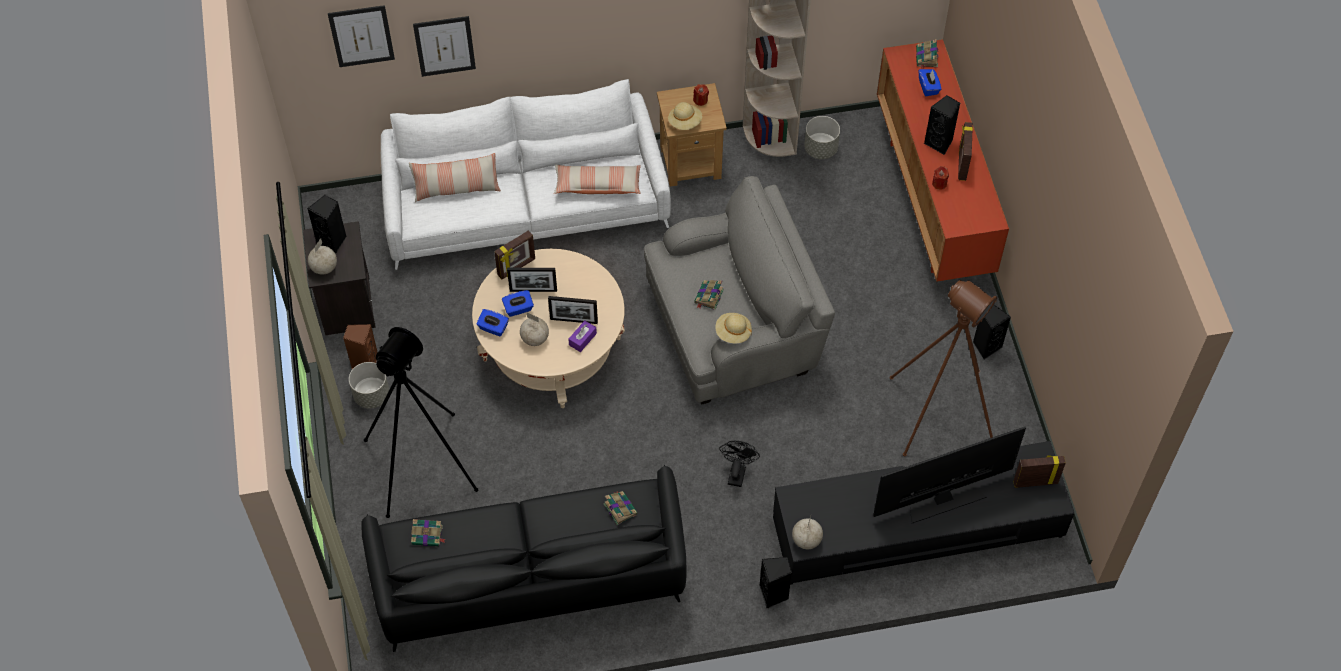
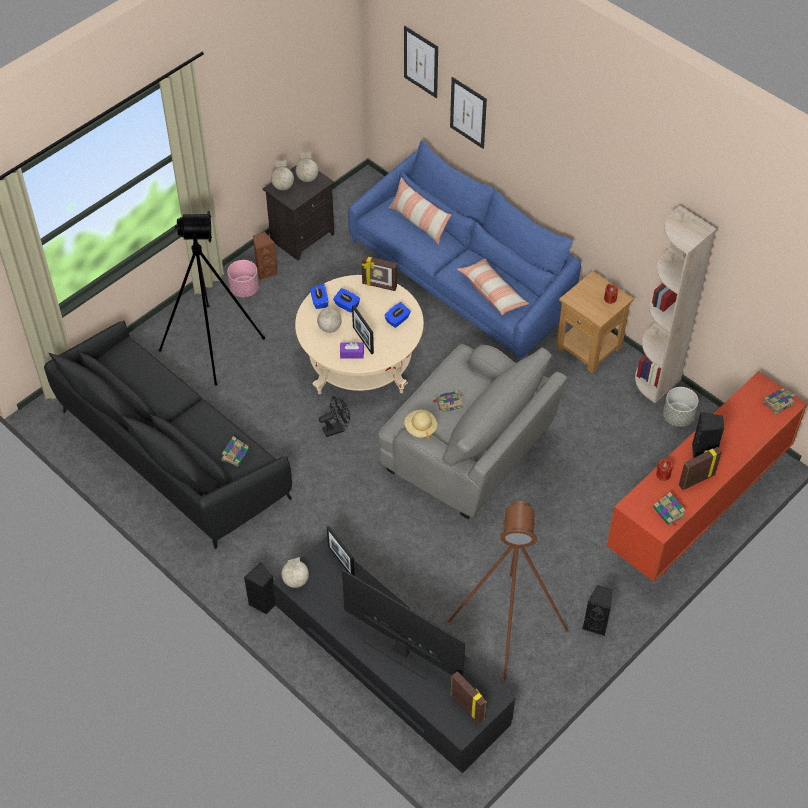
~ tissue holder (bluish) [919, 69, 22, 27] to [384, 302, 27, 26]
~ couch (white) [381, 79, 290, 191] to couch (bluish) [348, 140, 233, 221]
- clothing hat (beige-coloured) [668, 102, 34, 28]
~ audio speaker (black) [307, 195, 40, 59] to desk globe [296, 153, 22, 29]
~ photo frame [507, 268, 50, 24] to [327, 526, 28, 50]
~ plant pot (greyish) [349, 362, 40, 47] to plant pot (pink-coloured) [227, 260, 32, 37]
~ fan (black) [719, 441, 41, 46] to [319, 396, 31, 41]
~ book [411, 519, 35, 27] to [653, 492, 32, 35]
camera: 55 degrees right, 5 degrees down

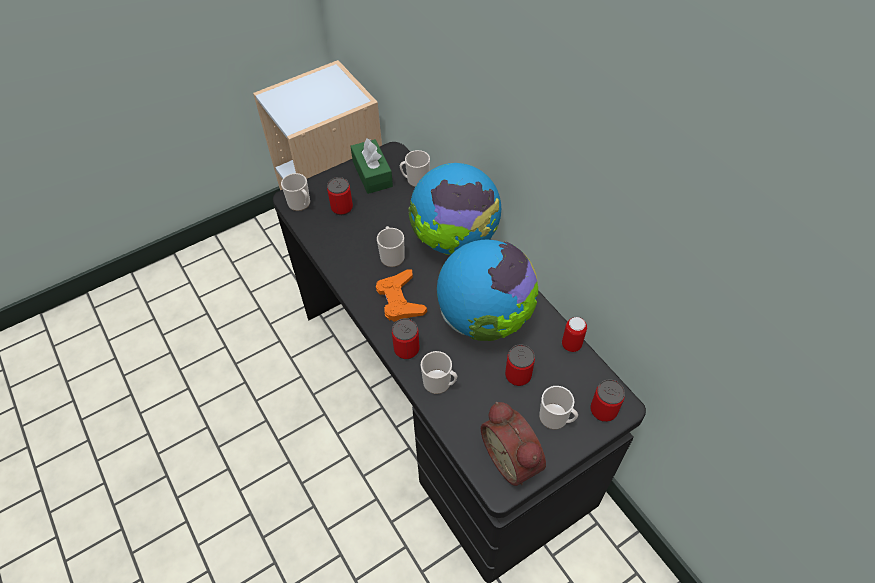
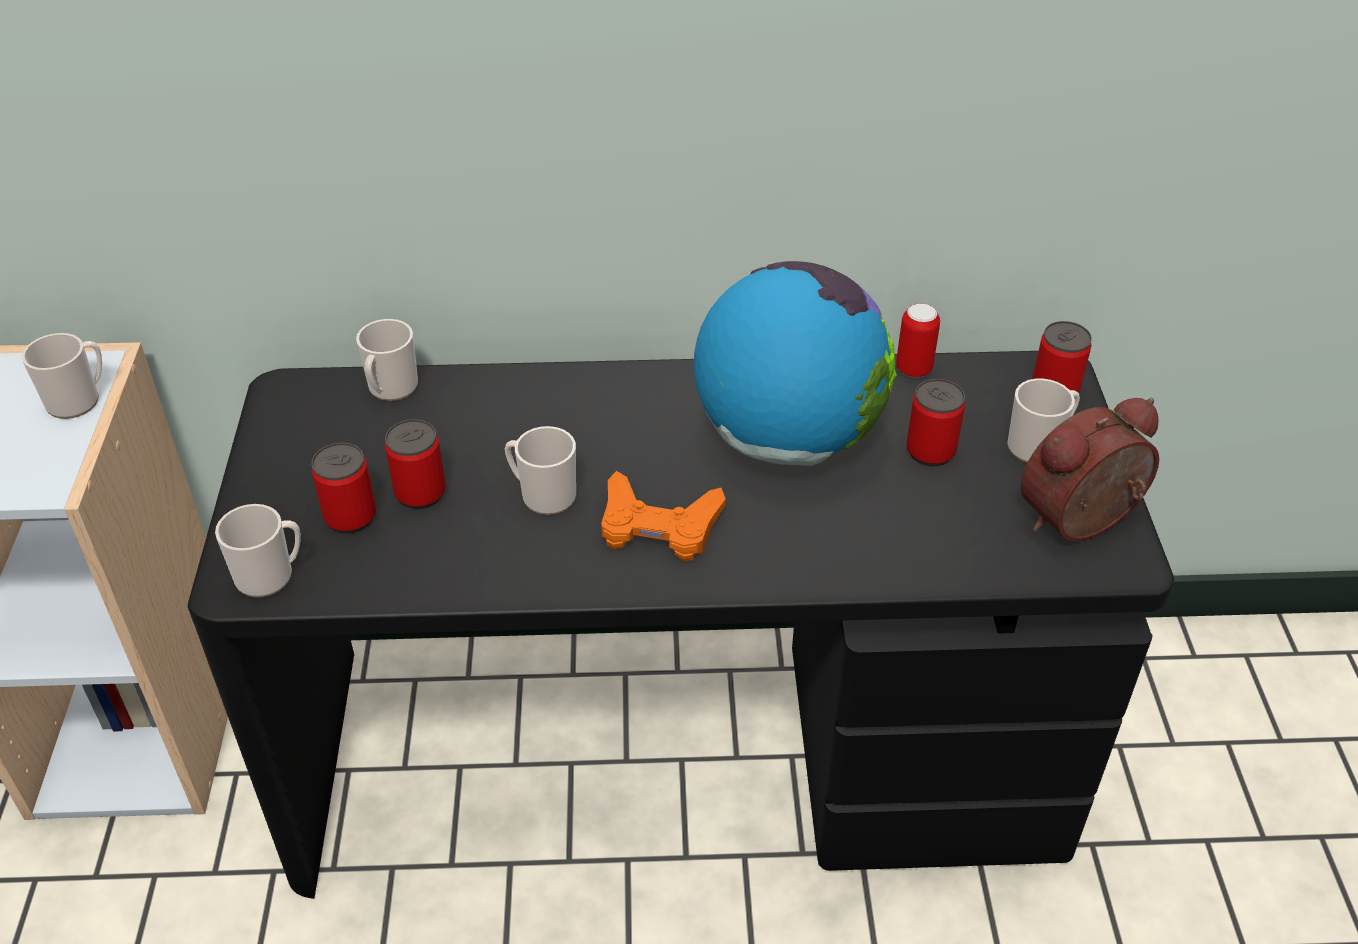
- tissue holder (greenish) [350, 138, 43, 56]
- desk globe [408, 163, 93, 92]
~ can [392, 318, 27, 41] to [385, 419, 61, 90]
~ mug [421, 351, 36, 43] to [22, 333, 80, 86]
~ alarm clock [481, 402, 65, 84] = [1021, 398, 138, 144] 150 degrees clockwise
camera: 60 degrees left, 10 degrees down

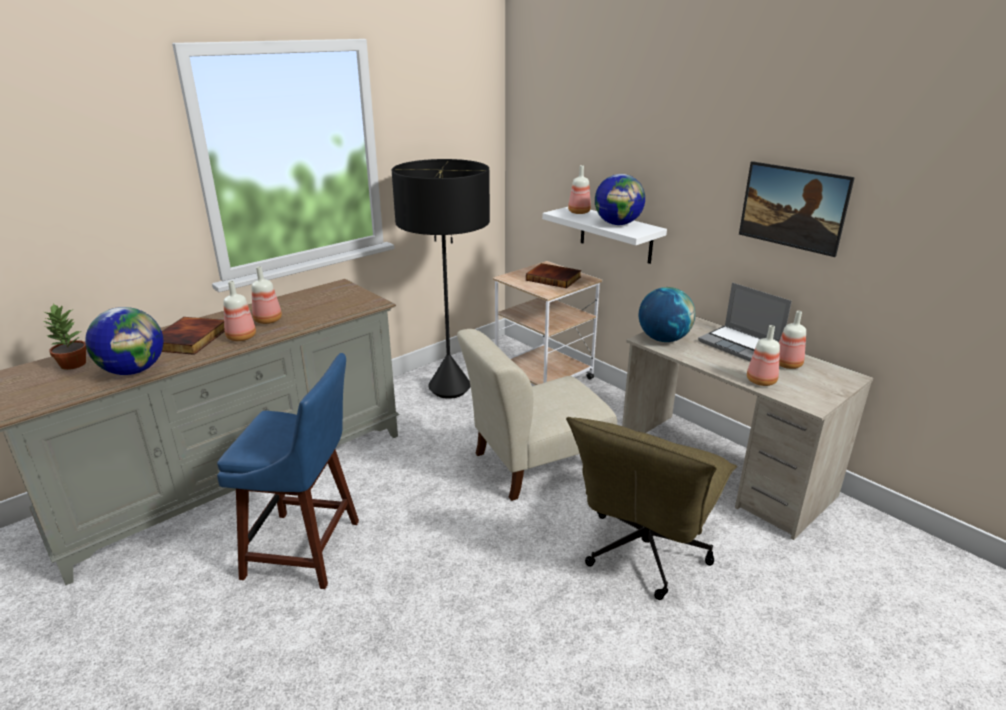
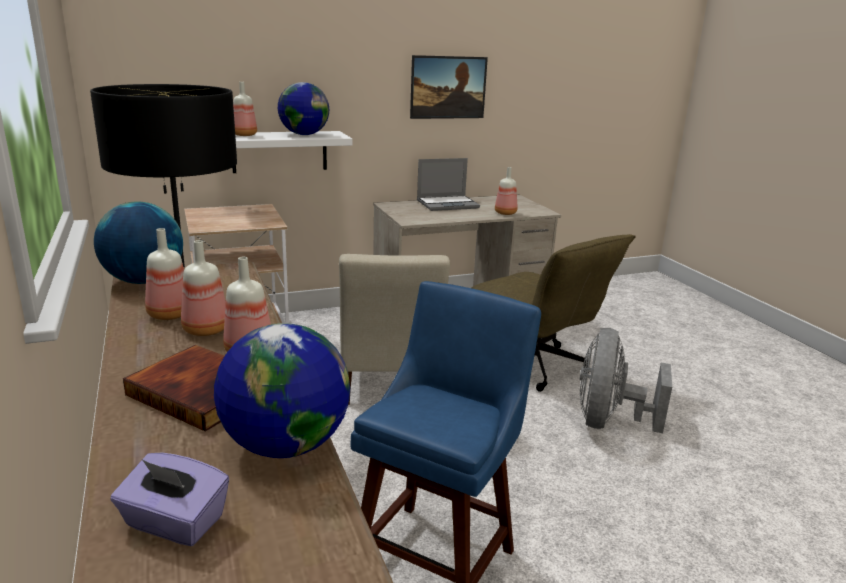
- book [526, 263, 55, 25]
~ desk globe [639, 287, 57, 55] to [94, 202, 89, 82]
~ potted plant [43, 303, 43, 67] to tissue holder (purplish) [111, 452, 118, 94]
~ drink bottle [779, 311, 27, 58] to [145, 228, 39, 92]
+ fan (greyish) [580, 328, 92, 105]
camera: 70 degrees left, 5 degrees down

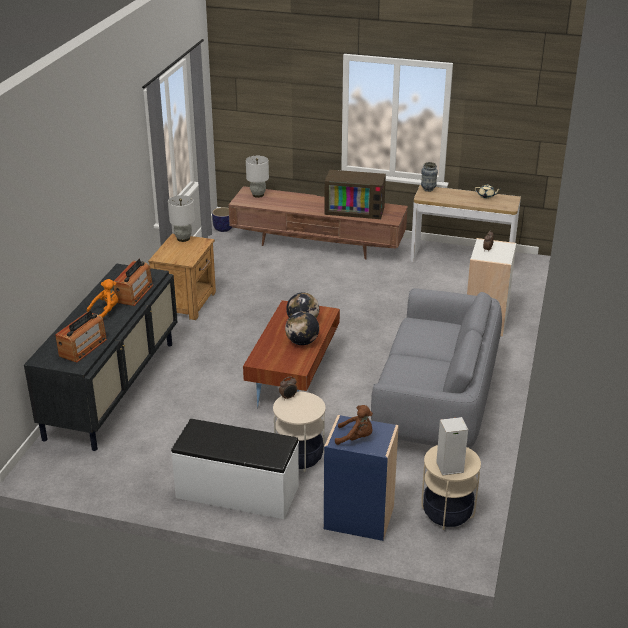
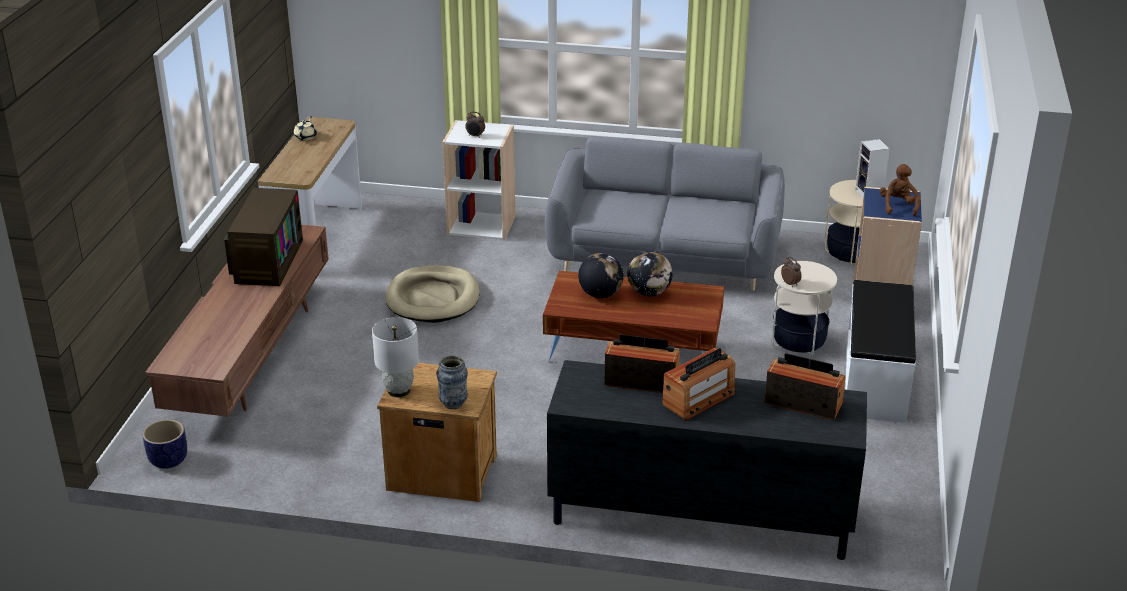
- tabletop lamp (white) [246, 156, 23, 42]
~ vase [421, 162, 17, 30] to [436, 355, 32, 54]
~ cuddly toy (orange-coloured) [87, 279, 31, 39] to radio set [662, 347, 73, 73]
+ dog cushion (beige-coloured) [386, 265, 94, 58]
camera: 95 degrees left, 0 degrees up

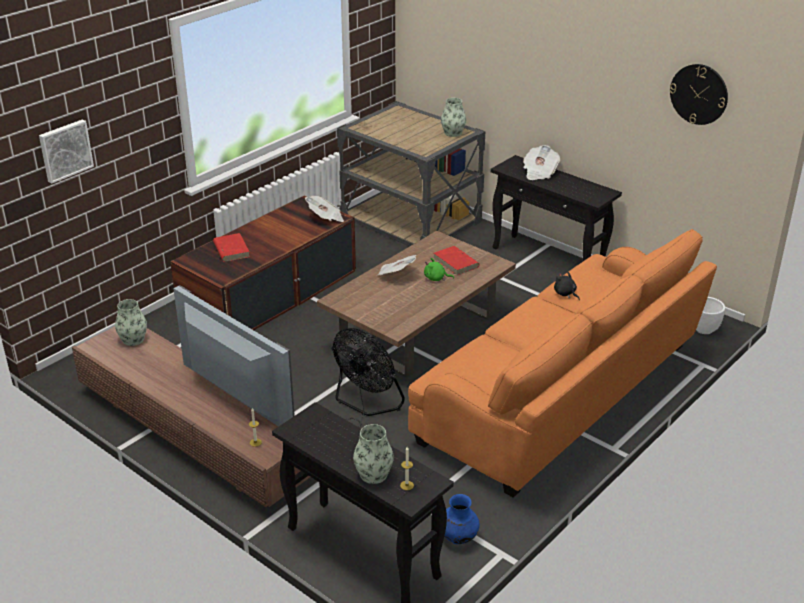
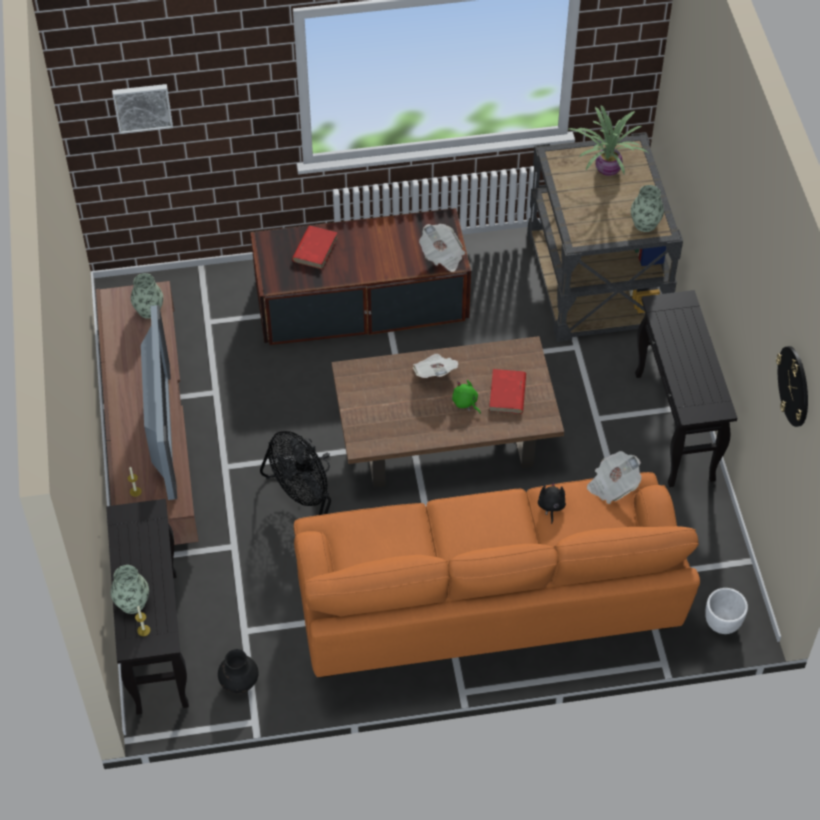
~ daily paper [523, 145, 37, 35] to [587, 451, 55, 53]
~ fan (black) [331, 328, 74, 100] = [260, 431, 71, 84] 150 degrees clockwise
~ vase (bluish) [444, 494, 35, 50] to vase (black) [218, 649, 41, 45]
+ potted plant [569, 106, 79, 70]
camera: 40 degrees right, 20 degrees up

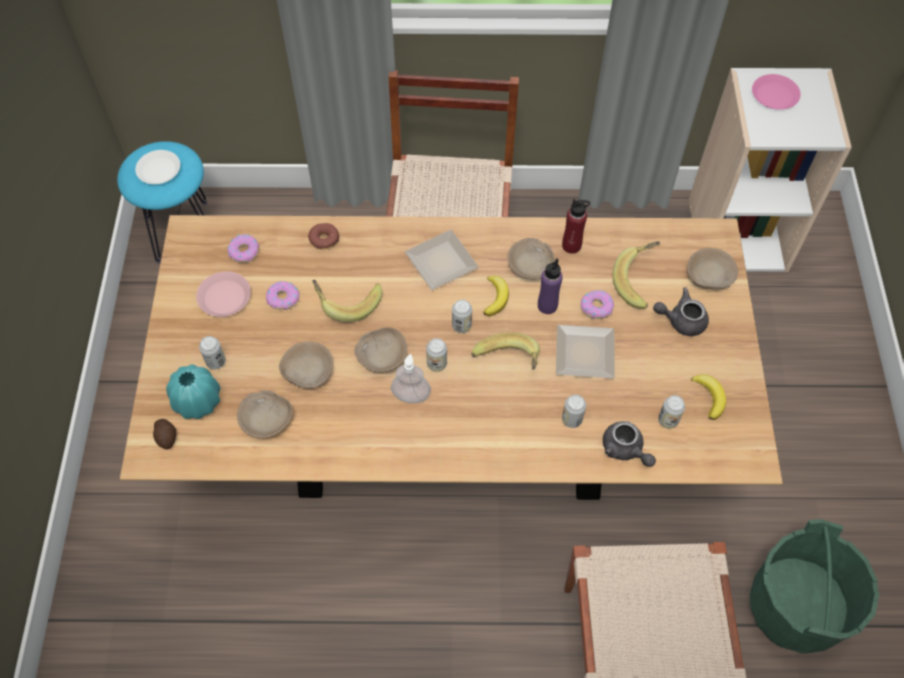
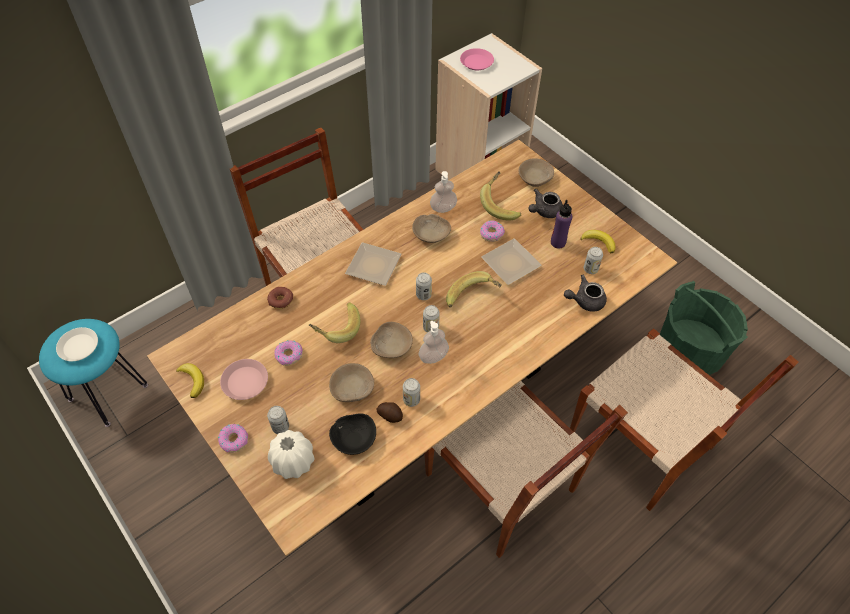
~ drink bottle (reddish) [562, 199, 28, 55] to liquid soap bottle [430, 171, 27, 42]
~ donut [227, 234, 32, 29] to [218, 424, 30, 29]
~ drink bottle (purplish) [538, 258, 25, 56] to [551, 200, 21, 48]
~ banana [483, 276, 26, 41] to [176, 363, 28, 35]
~ vase (turquoise-coloured) [166, 364, 54, 55] to vase (white) [268, 430, 46, 49]
~ serving bowl (beige-coloured) [237, 390, 56, 48] to serving bowl (black) [329, 413, 47, 42]
~ can [562, 394, 24, 34] to [403, 378, 17, 29]
~ potato [153, 419, 23, 31] to [376, 402, 27, 21]
~ teapot (greyish) [603, 421, 53, 46] = [564, 275, 43, 37] 150 degrees clockwise
+ plain chair [424, 381, 204, 177]
camera: 40 degrees left, 5 degrees down

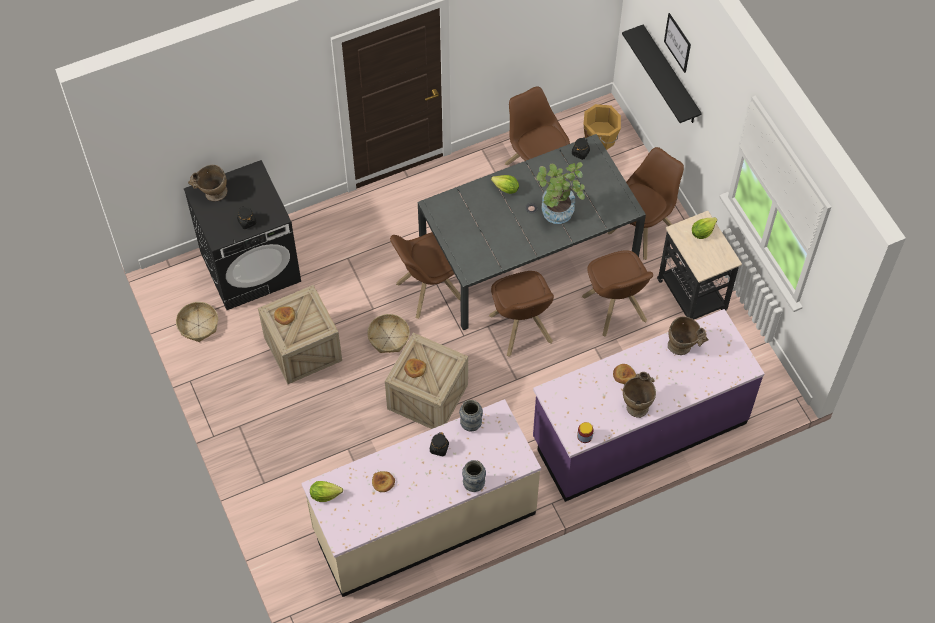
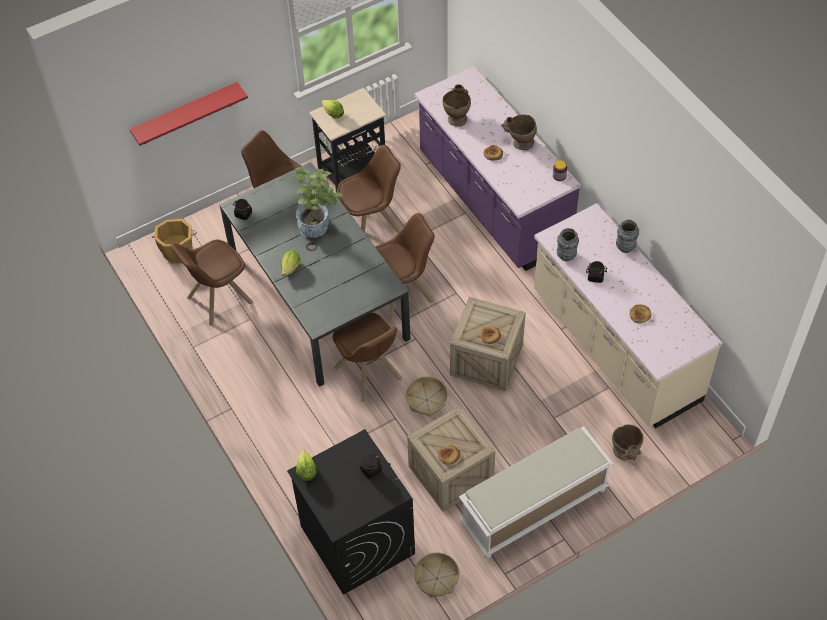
- wall art [664, 13, 27, 60]
~ shelf (black) [622, 25, 80, 98] to shelf (reddish) [130, 82, 118, 64]
~ vase (beige-coloured) [188, 165, 39, 36] to [612, 424, 31, 36]
~ head of lettuce [310, 481, 33, 21] to [296, 450, 20, 31]
+ long seat (white) [459, 426, 155, 133]
camera: 95 degrees left, 5 degrees down

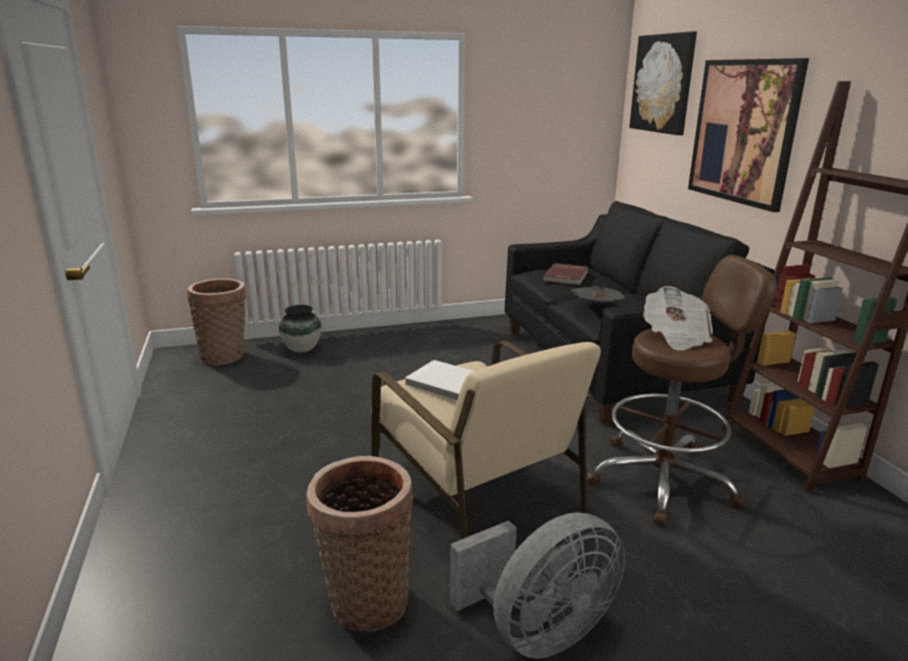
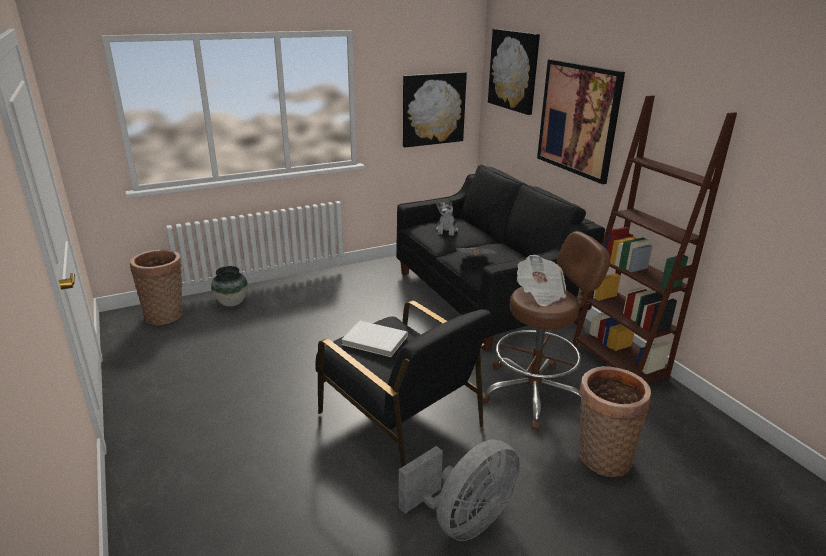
~ book (reddish) [542, 263, 46, 22] to cuddly toy [436, 198, 22, 38]
~ armchair (beige-coloured) [371, 340, 230, 199] to armchair (black) [315, 301, 177, 166]
~ storage basket [306, 456, 107, 176] to [579, 366, 72, 111]
+ wall art [403, 72, 64, 75]
camera: 10 degrees left, 5 degrees up

